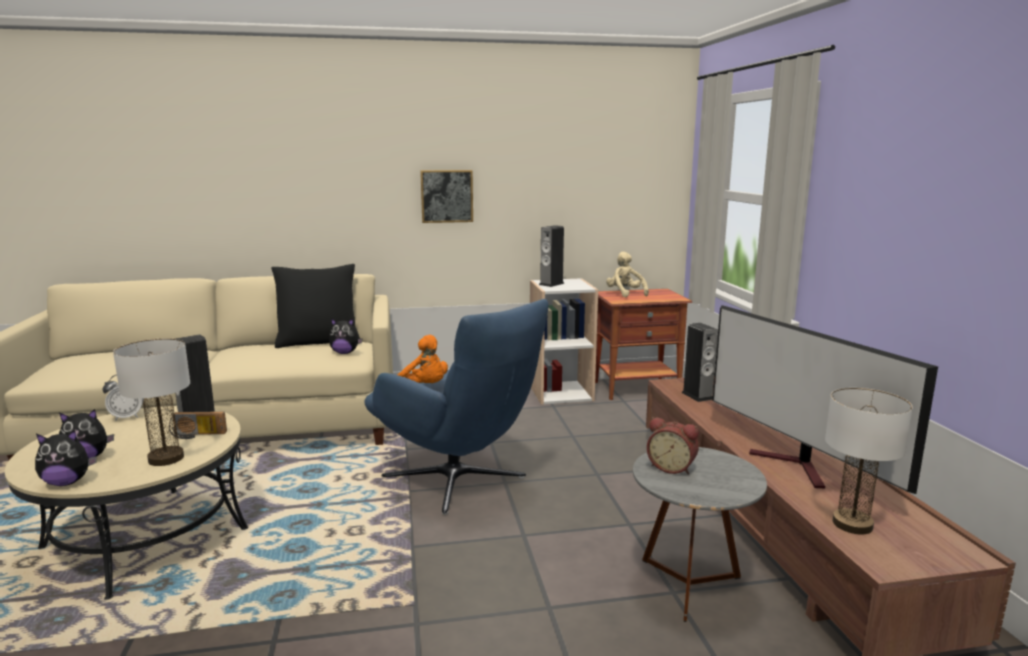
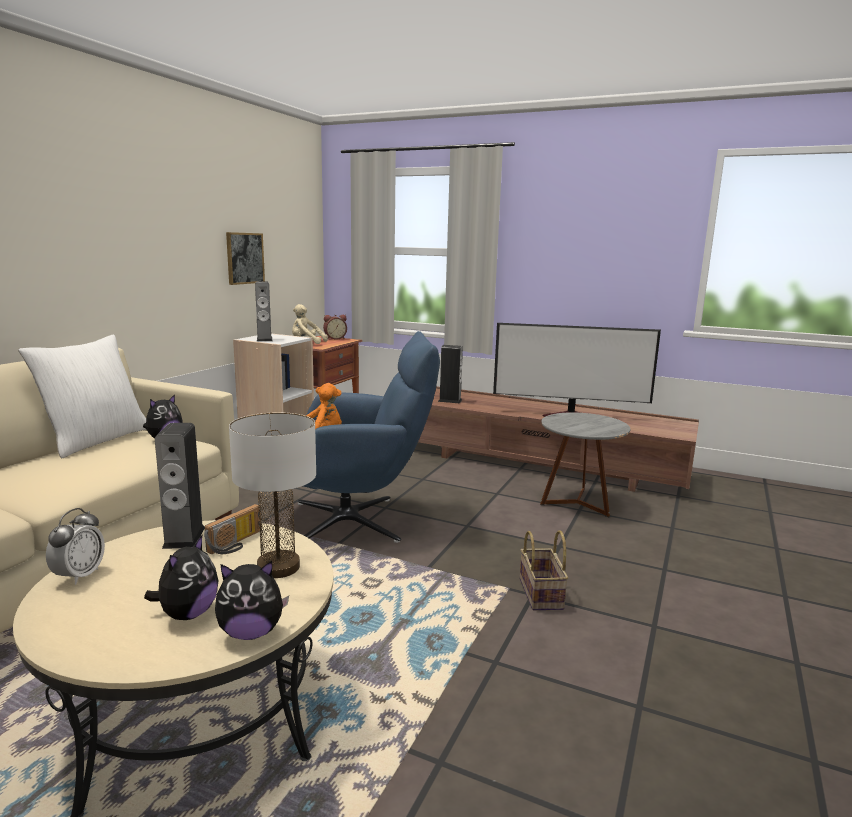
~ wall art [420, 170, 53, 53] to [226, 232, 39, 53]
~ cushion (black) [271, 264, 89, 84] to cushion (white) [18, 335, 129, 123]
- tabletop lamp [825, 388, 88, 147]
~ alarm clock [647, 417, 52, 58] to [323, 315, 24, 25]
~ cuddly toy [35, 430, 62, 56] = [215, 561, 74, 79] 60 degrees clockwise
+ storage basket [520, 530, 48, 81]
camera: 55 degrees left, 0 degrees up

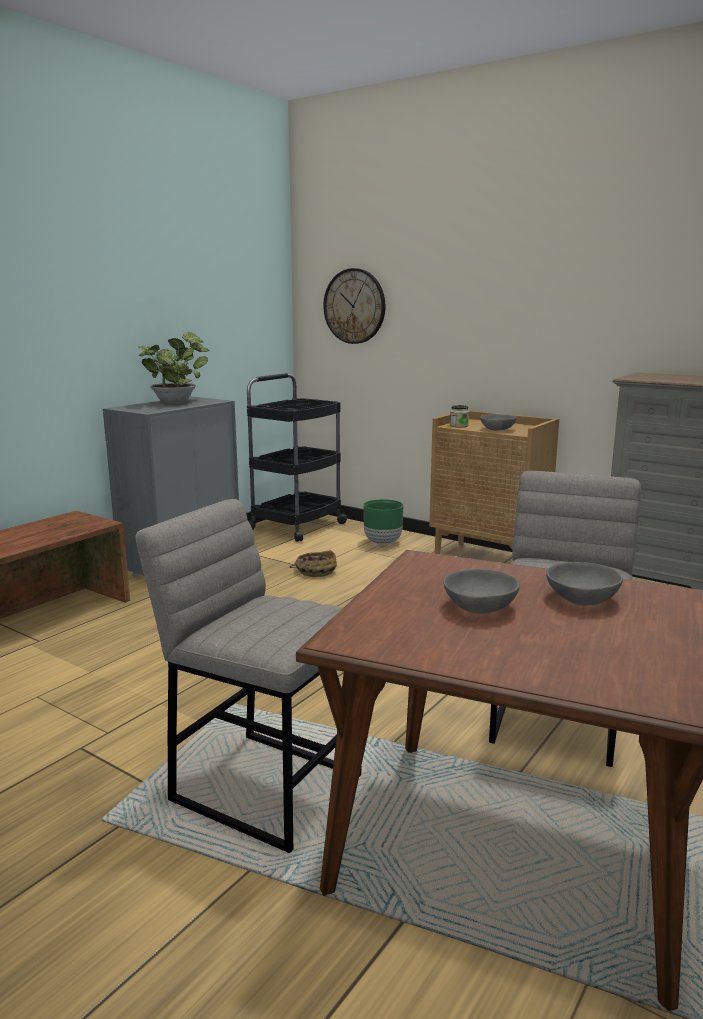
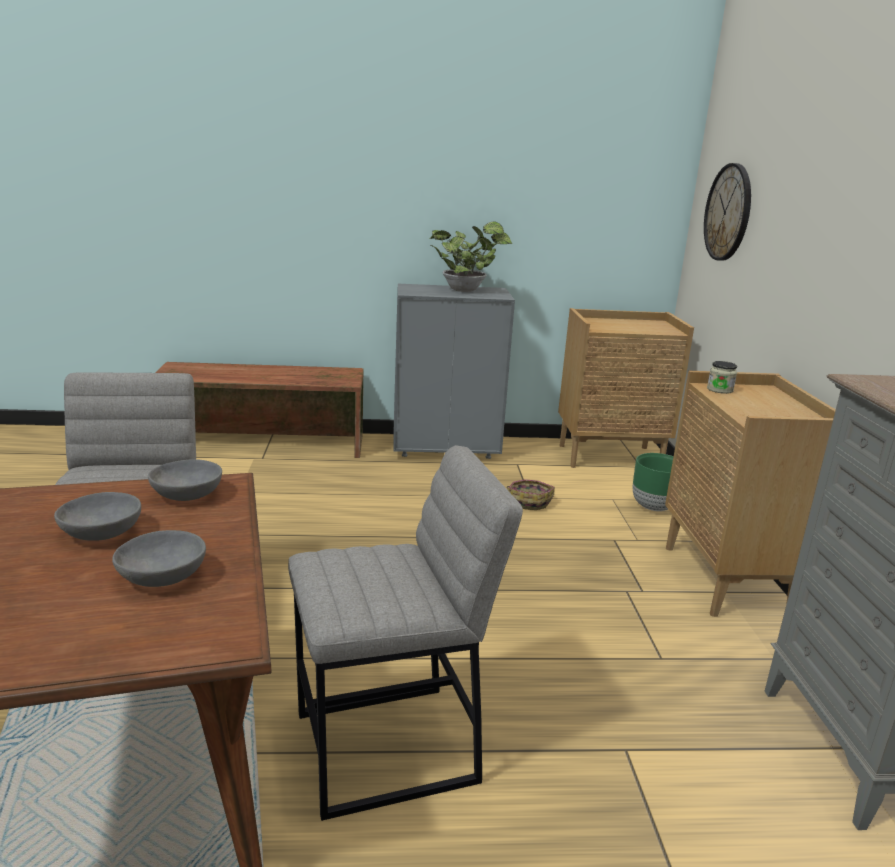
~ trolley (black) [247, 373, 100, 169] to cabinet (brownish) [558, 308, 136, 160]
~ serving bowl (greyish) [480, 414, 37, 17] to [148, 459, 74, 42]
camera: 50 degrees right, 5 degrees up

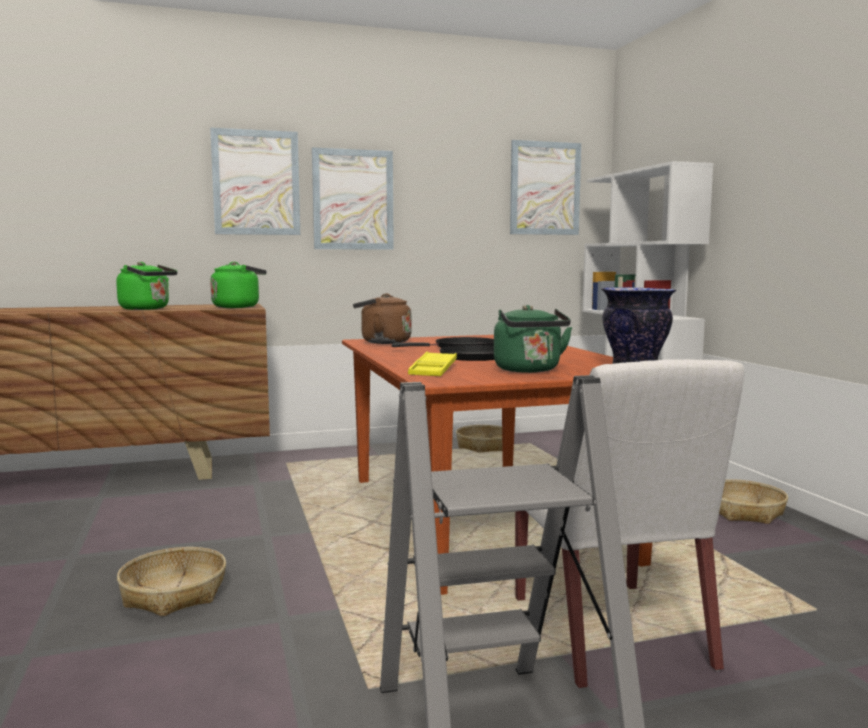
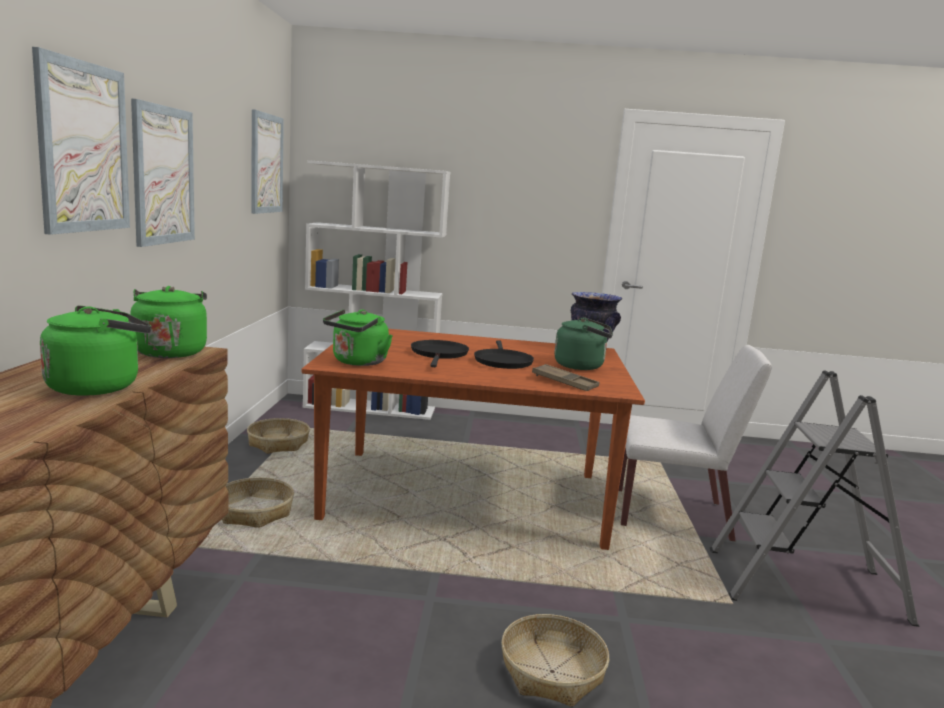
~ kettle (brownish) [353, 293, 59, 51] to kettle (greenish) [323, 309, 70, 57]
~ carrying tray (yellow) [408, 352, 49, 24] to carrying tray (brownish) [532, 364, 67, 27]
~ storage basket [719, 479, 69, 45] to [222, 478, 72, 50]
camera: 70 degrees left, 5 degrees up

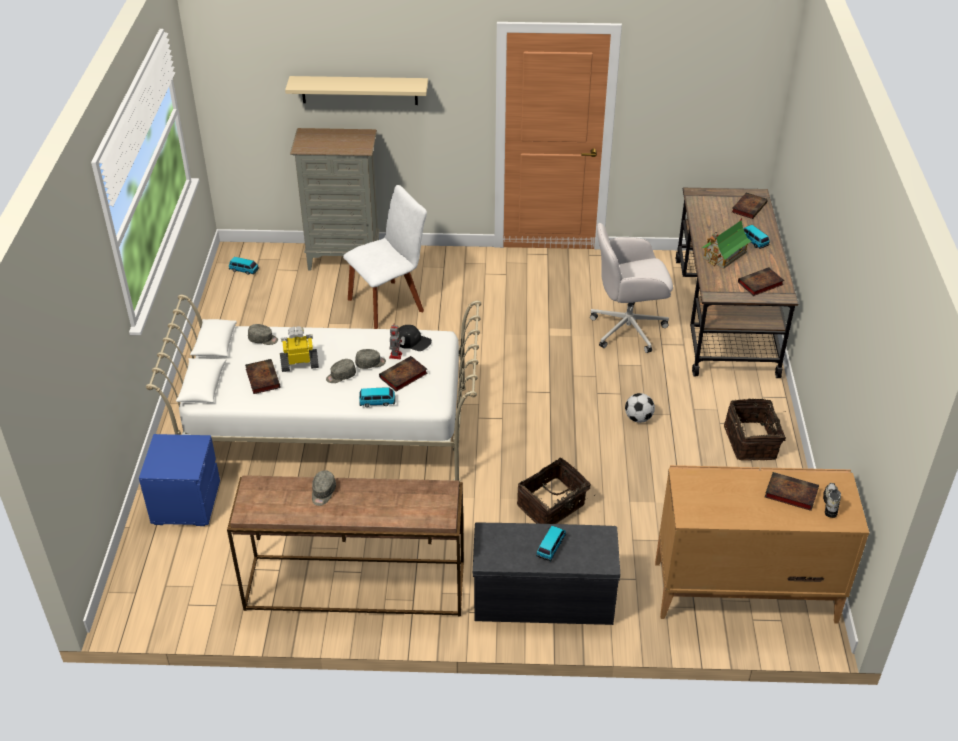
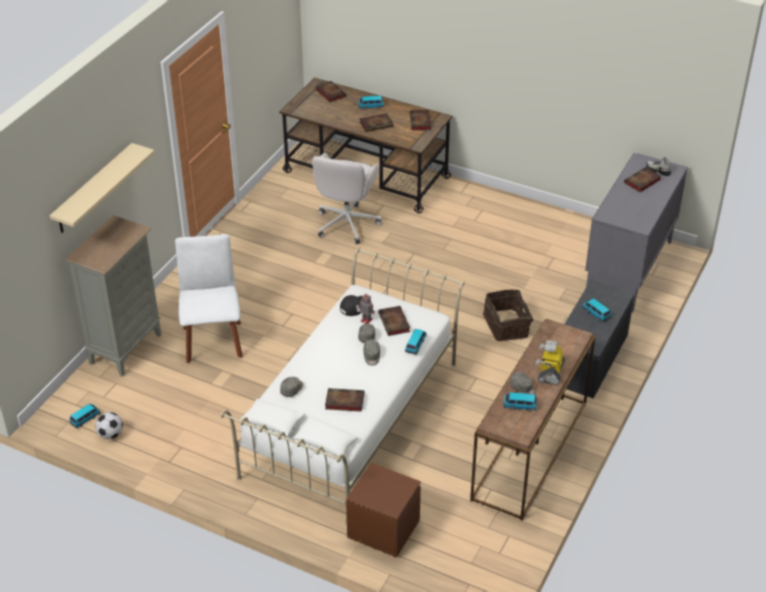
~ model house [701, 218, 50, 51] to book [359, 113, 34, 19]
~ toy robot [280, 326, 39, 46] to [535, 340, 30, 45]
~ football ball [625, 393, 30, 30] to [95, 412, 28, 27]
- storage basket [724, 398, 62, 63]
~ bedside table (bluish) [139, 434, 81, 92] to bedside table (brownish) [346, 463, 75, 95]
~ cabinet (brownish) [655, 465, 214, 159] to cabinet (greyish) [585, 153, 103, 159]
+ miniature car [504, 392, 33, 19]
camera: 65 degrees left, 0 degrees up

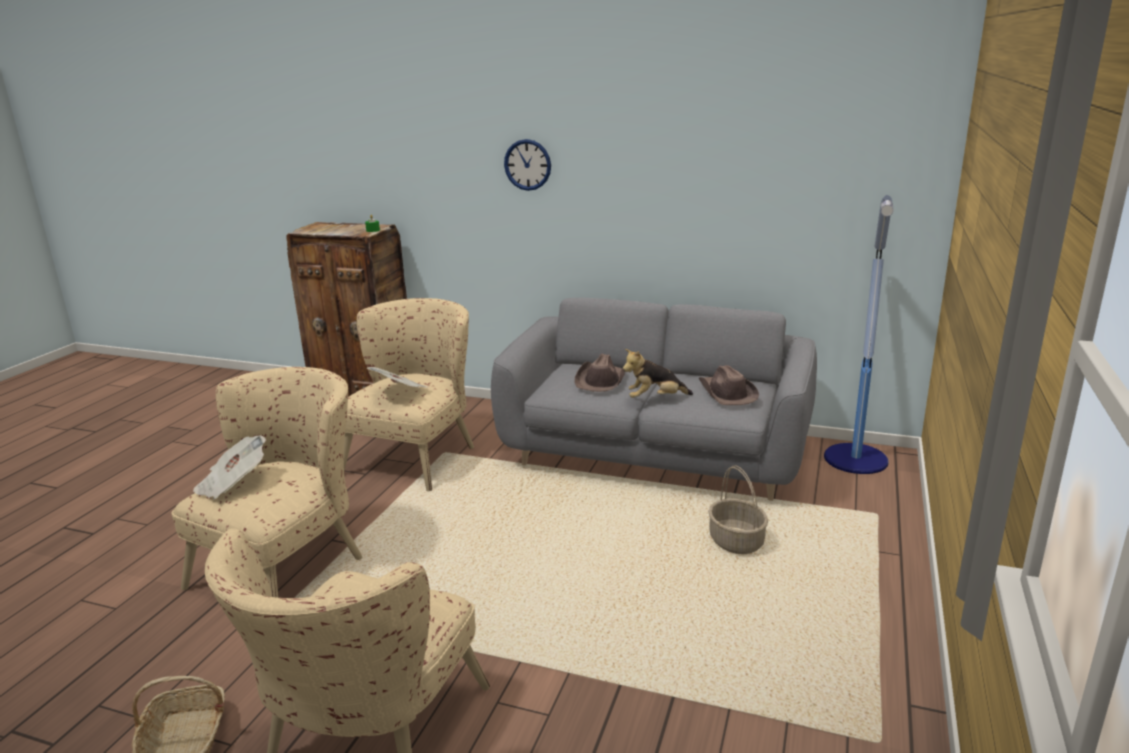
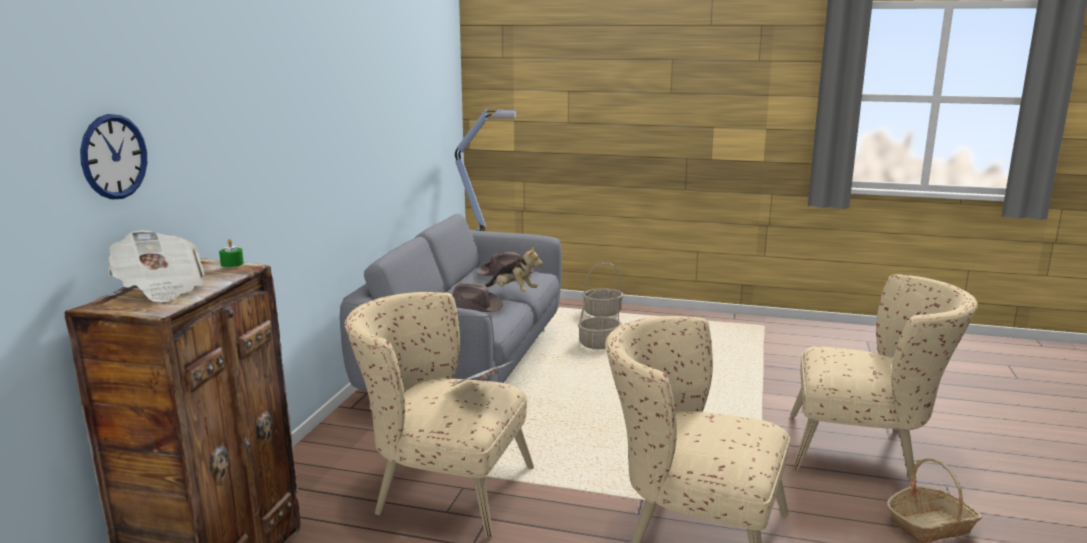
~ wall clock [504, 139, 47, 52] to [80, 114, 67, 85]
~ cuddly toy [623, 349, 70, 49] = [485, 246, 58, 45] 45 degrees counterclockwise
~ daily paper [193, 435, 73, 64] to [109, 230, 96, 73]
+ storage basket [583, 262, 40, 55]
camera: 95 degrees left, 5 degrees down

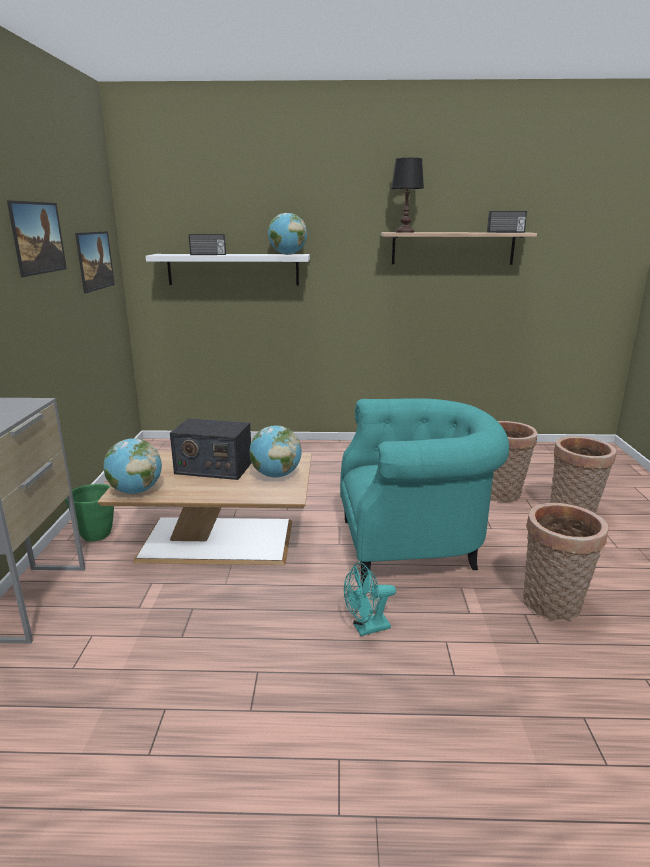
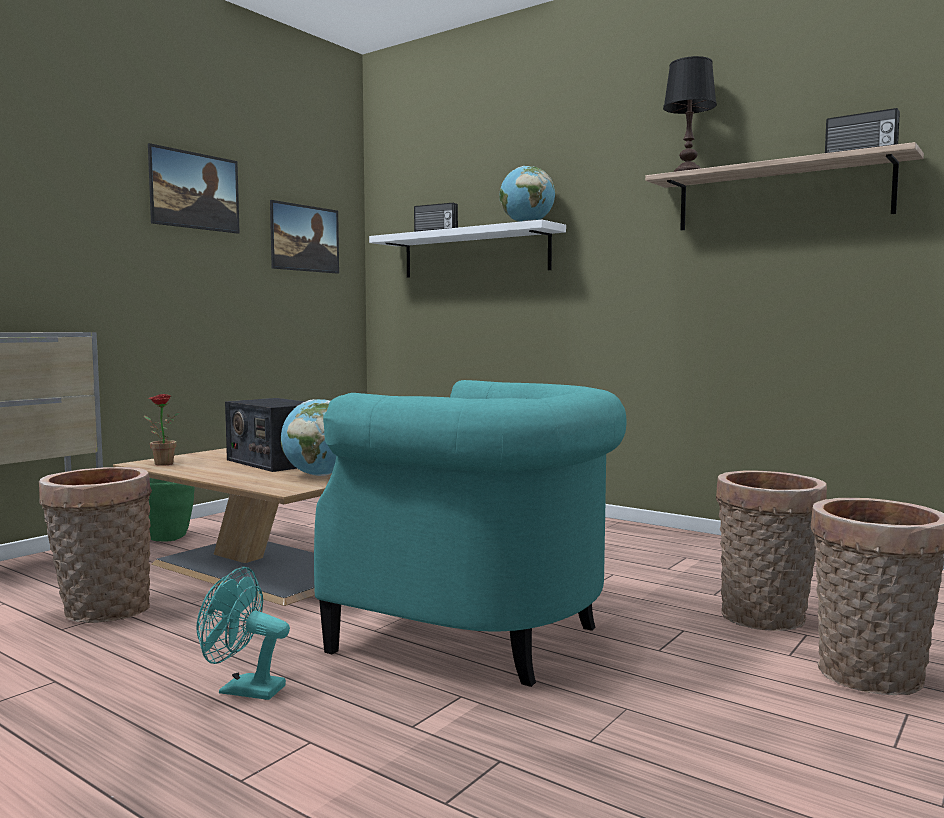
~ desk globe [104, 438, 58, 56] to potted plant [144, 394, 36, 72]
~ storage basket [523, 503, 86, 118] to [39, 467, 113, 156]
camera: 35 degrees right, 15 degrees down

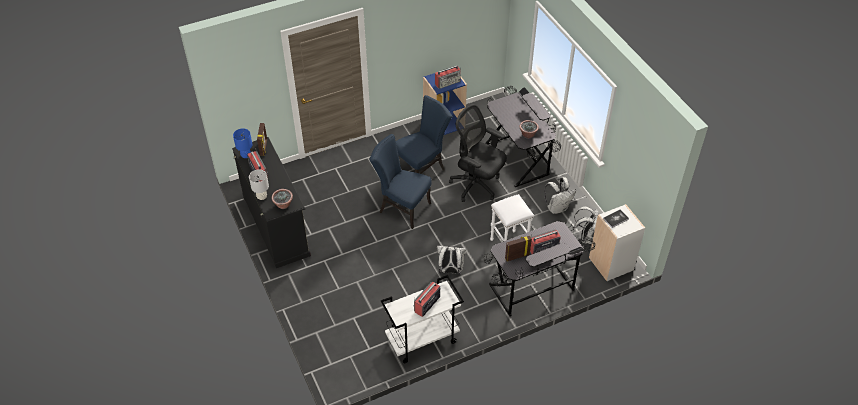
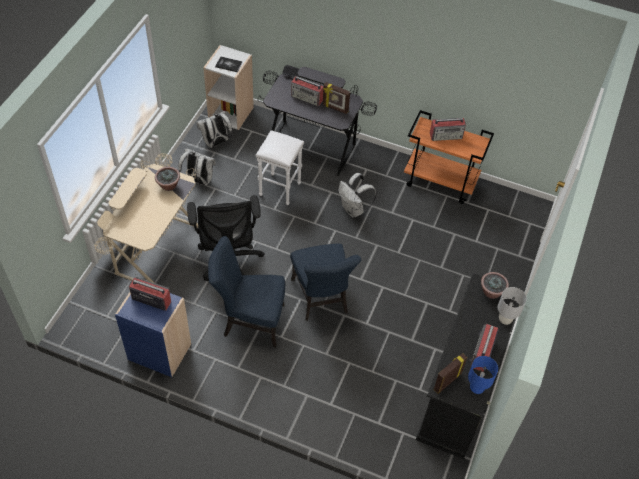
~ desk table (black) [485, 86, 76, 101] to desk table (beige-coloured) [94, 153, 104, 130]
~ trolley (white) [381, 275, 83, 88] to trolley (orange-coloured) [404, 110, 90, 94]
camera: 135 degrees left, 5 degrees up

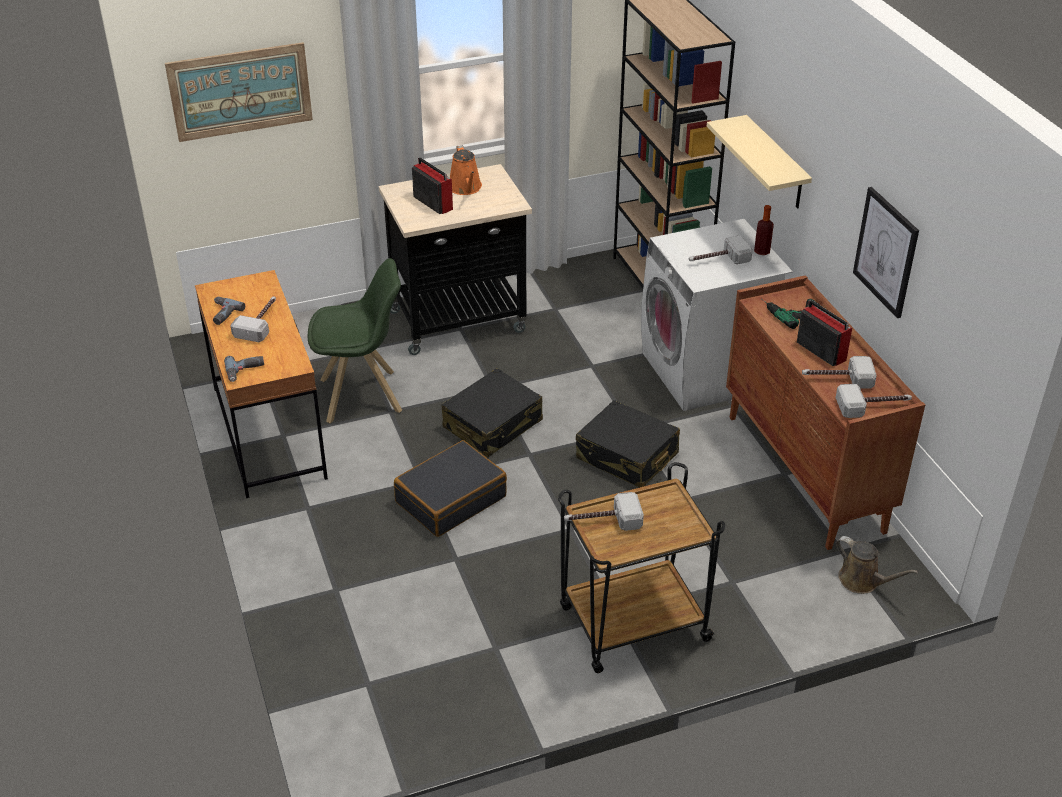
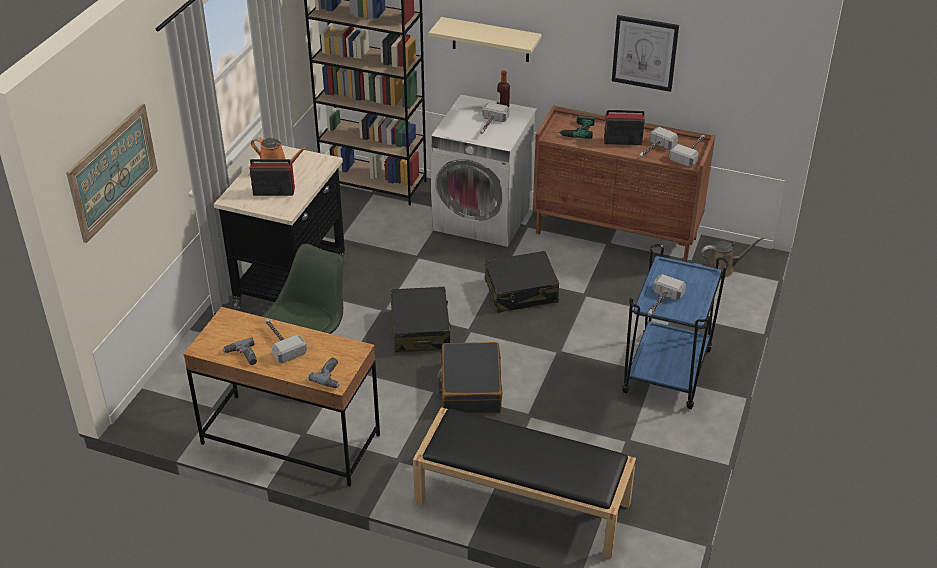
~ trolley (brownish) [558, 462, 167, 211] to trolley (bluish) [622, 244, 106, 165]
+ long seat (black) [413, 407, 223, 152]
camera: 50 degrees left, 0 degrees up

